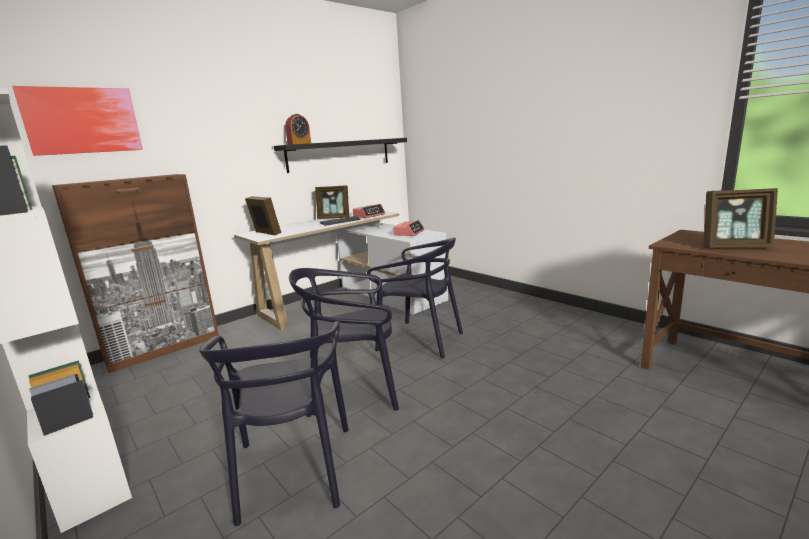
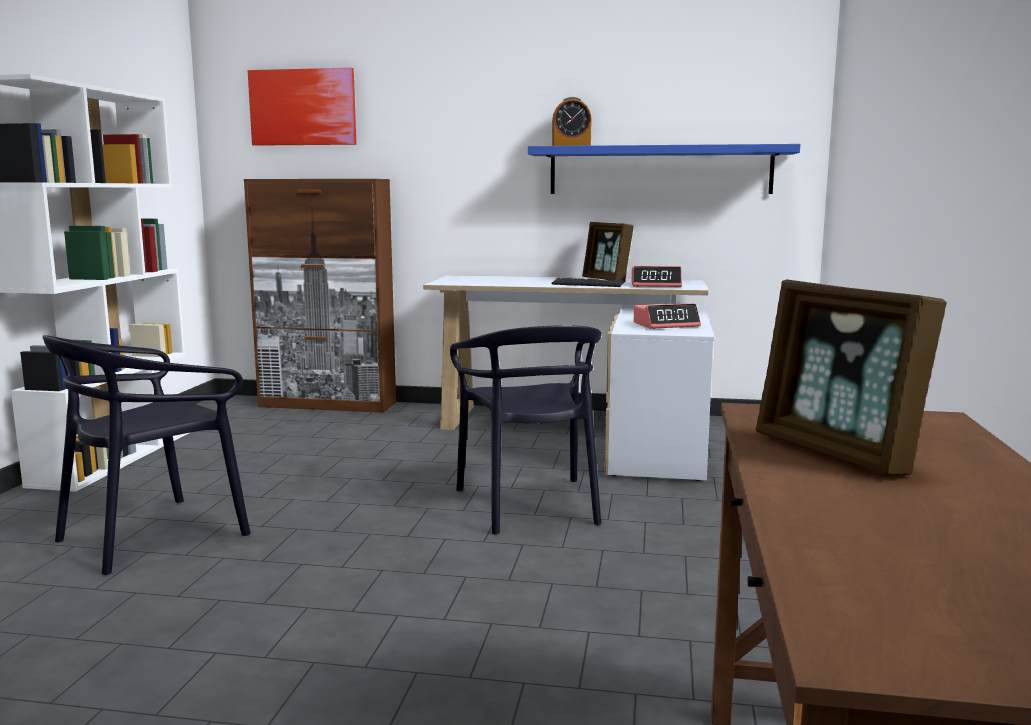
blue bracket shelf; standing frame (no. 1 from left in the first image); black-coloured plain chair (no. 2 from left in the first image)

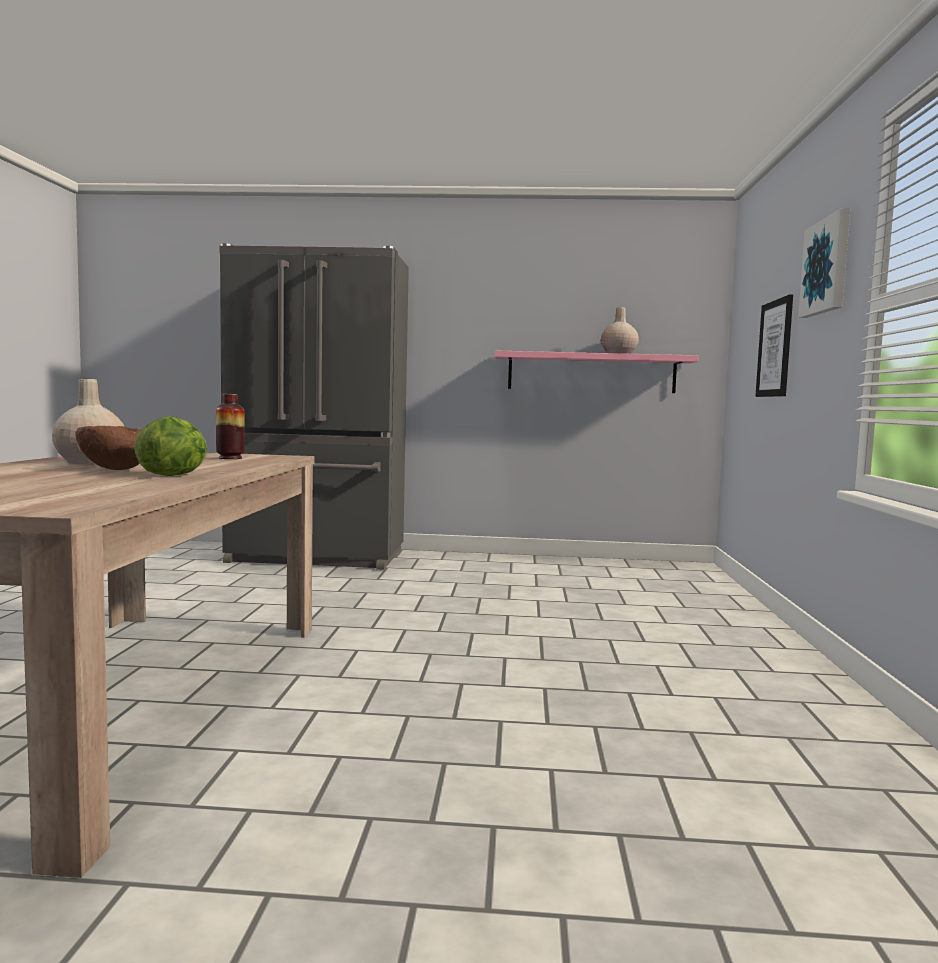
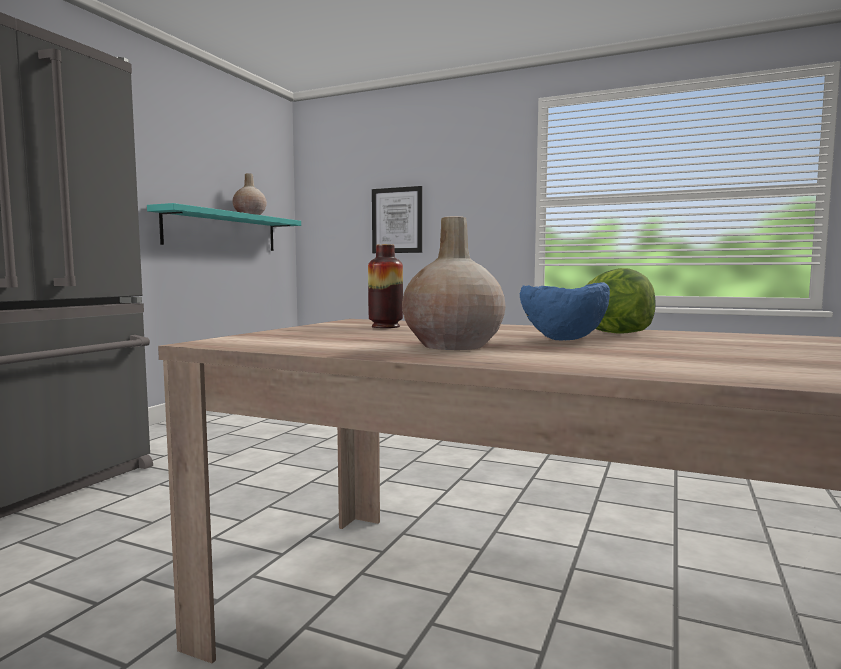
picture (no. 2 from left in the first image); blue-green bracket shelf; blue serving bowl

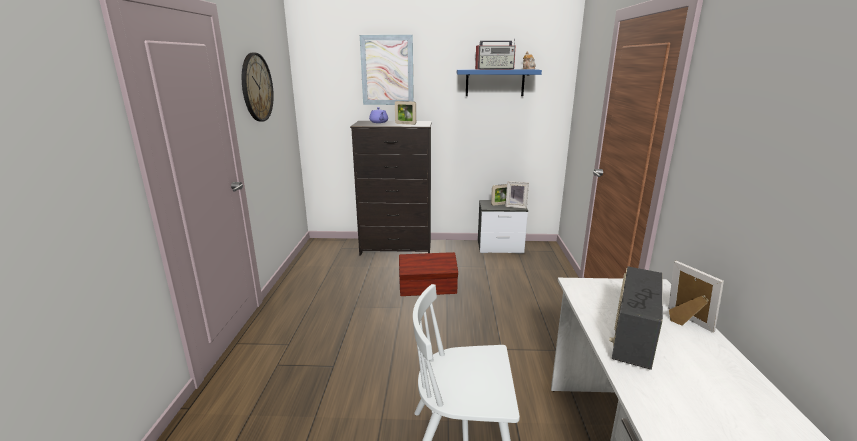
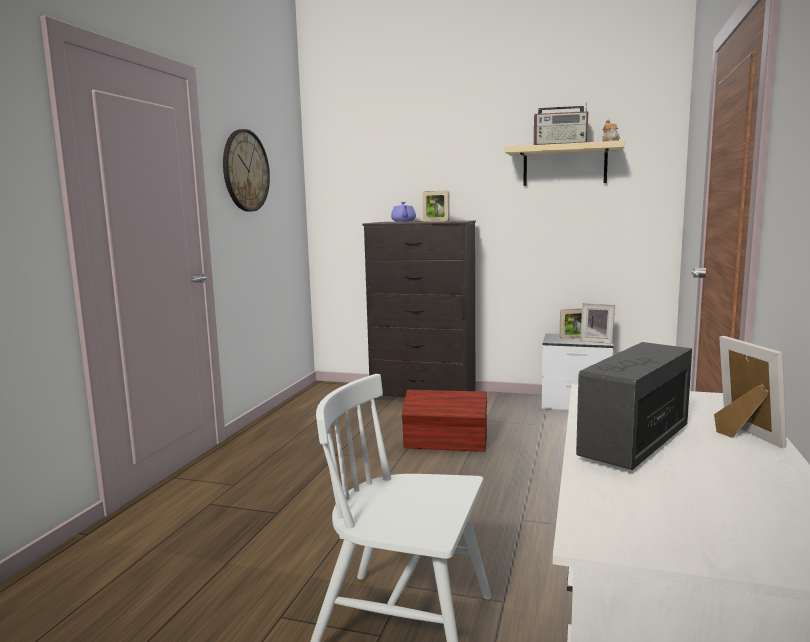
picture; sand-coloured bracket shelf

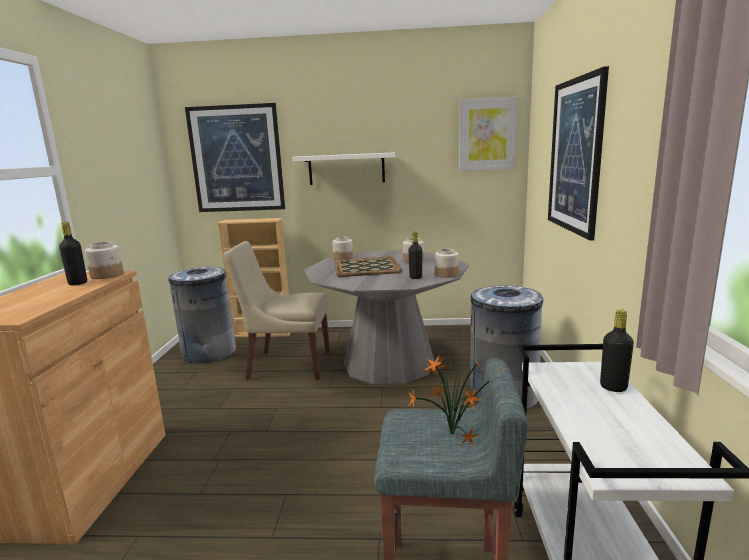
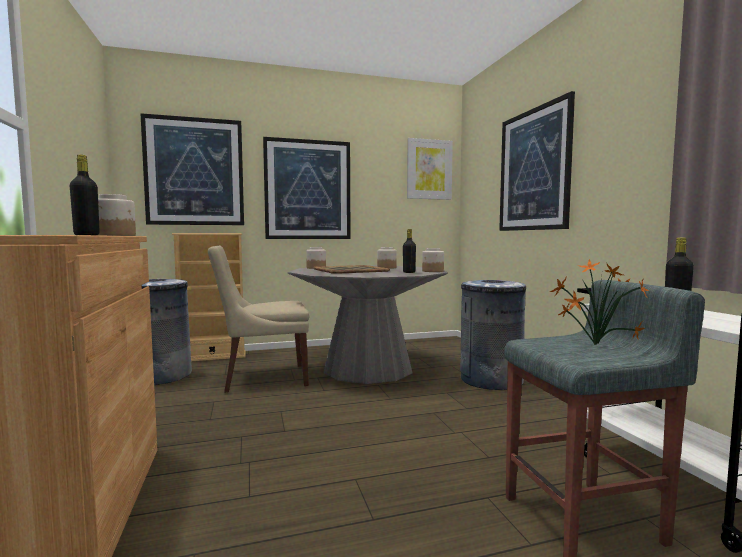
picture (no. 2 from left)

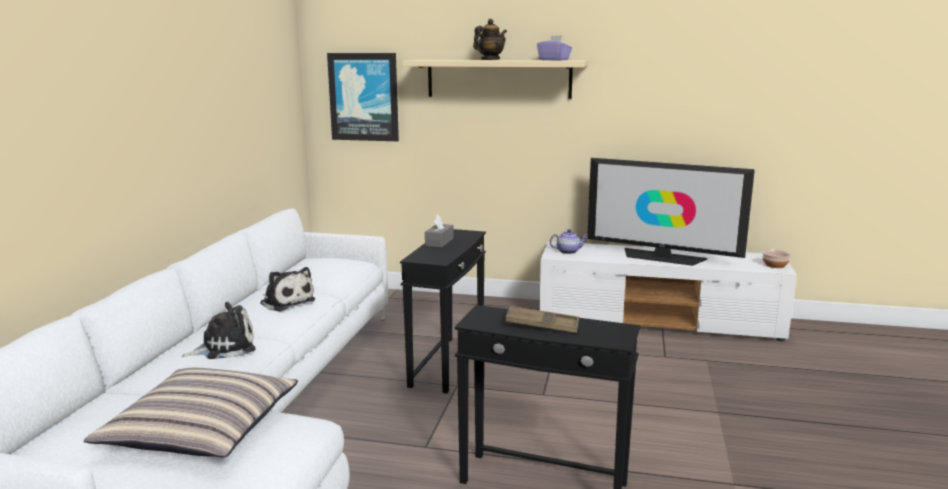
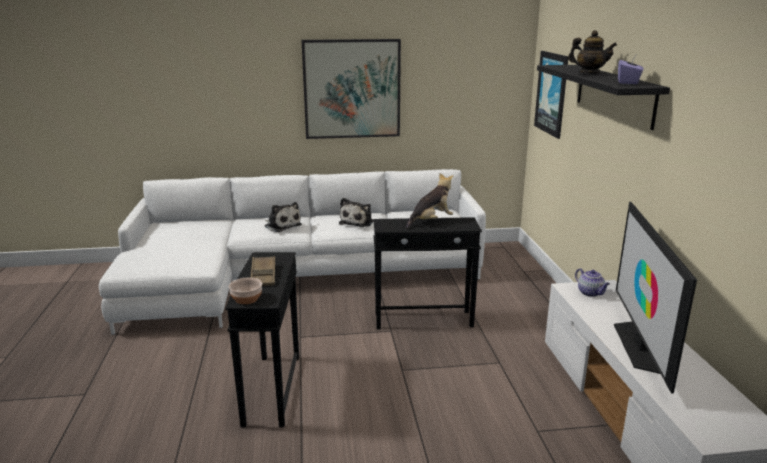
black-coloured bracket shelf; soft toy (no. 3 from left); serving bowl; cushion; picture (no. 1 from left)

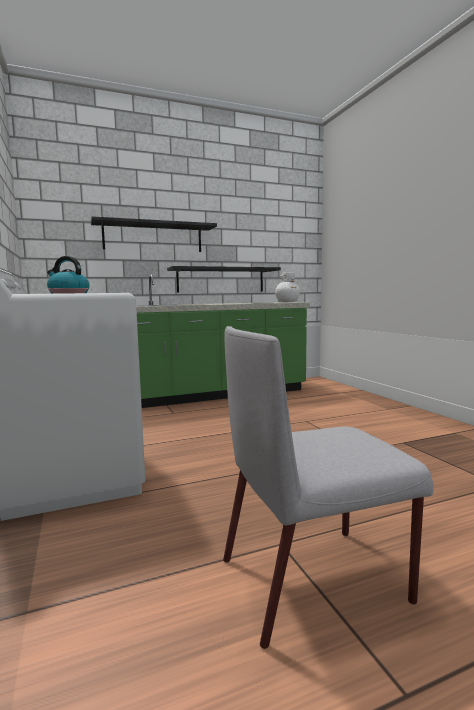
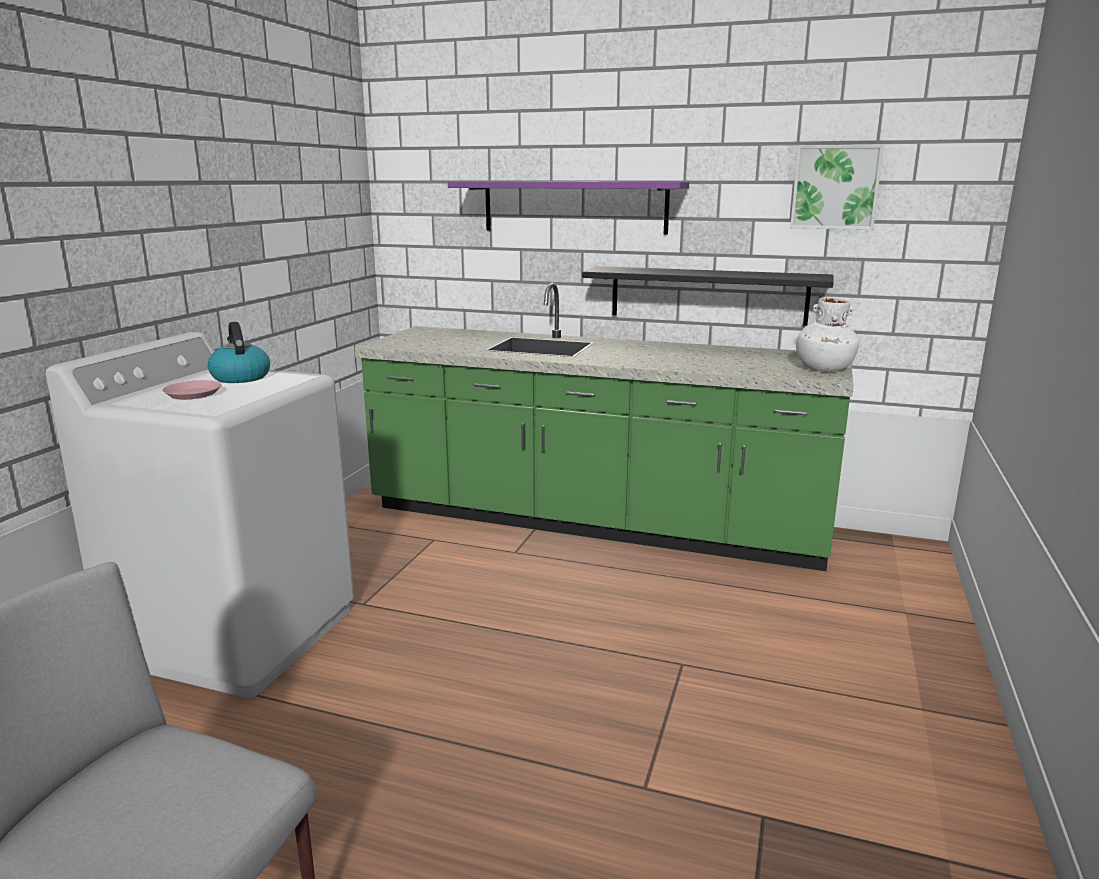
purple bracket shelf; picture

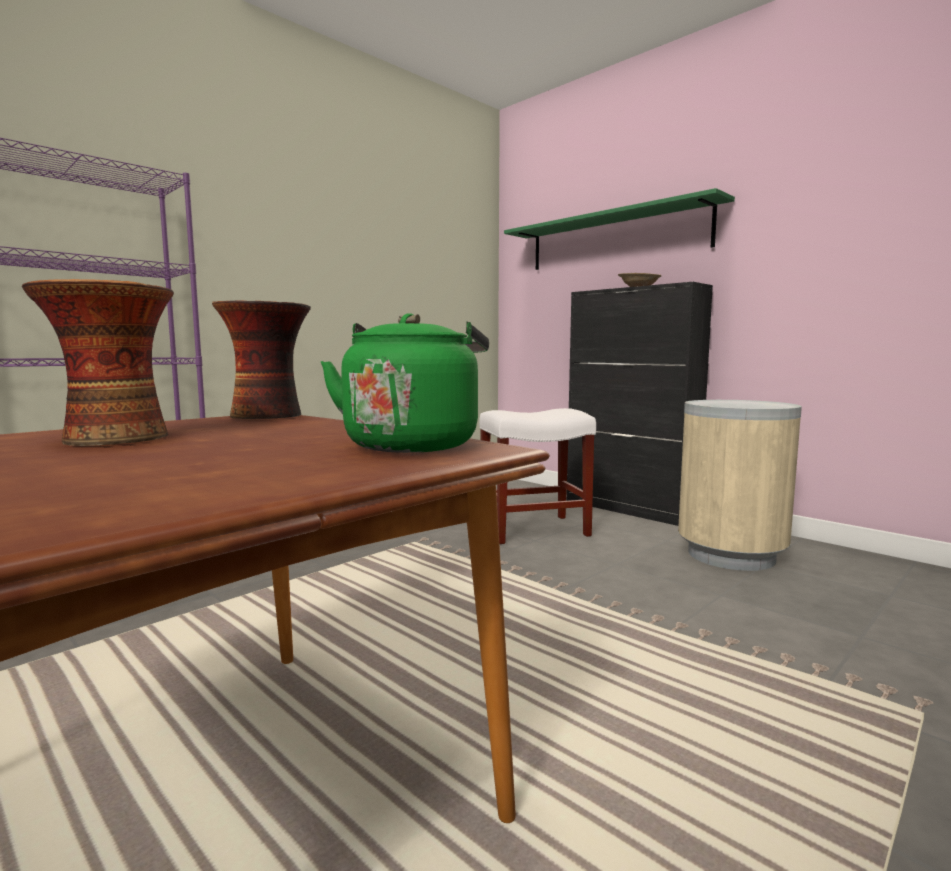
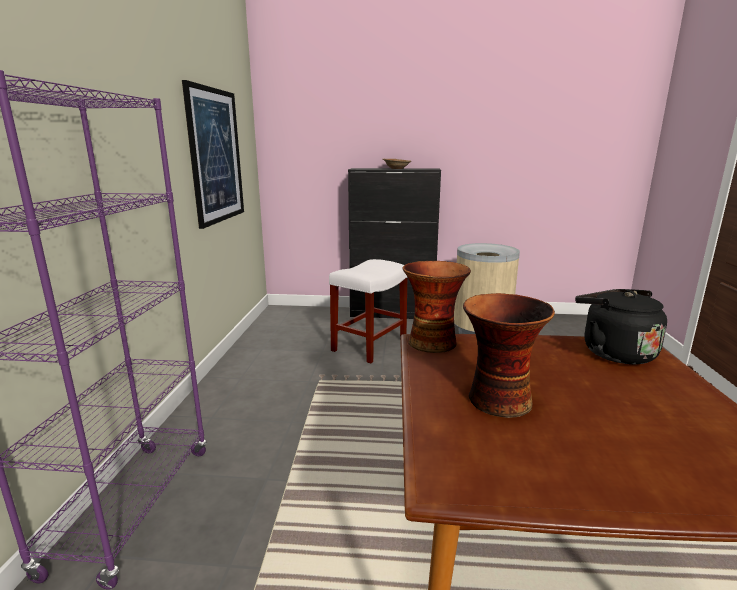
green bracket shelf; black-coloured tea kettle; picture

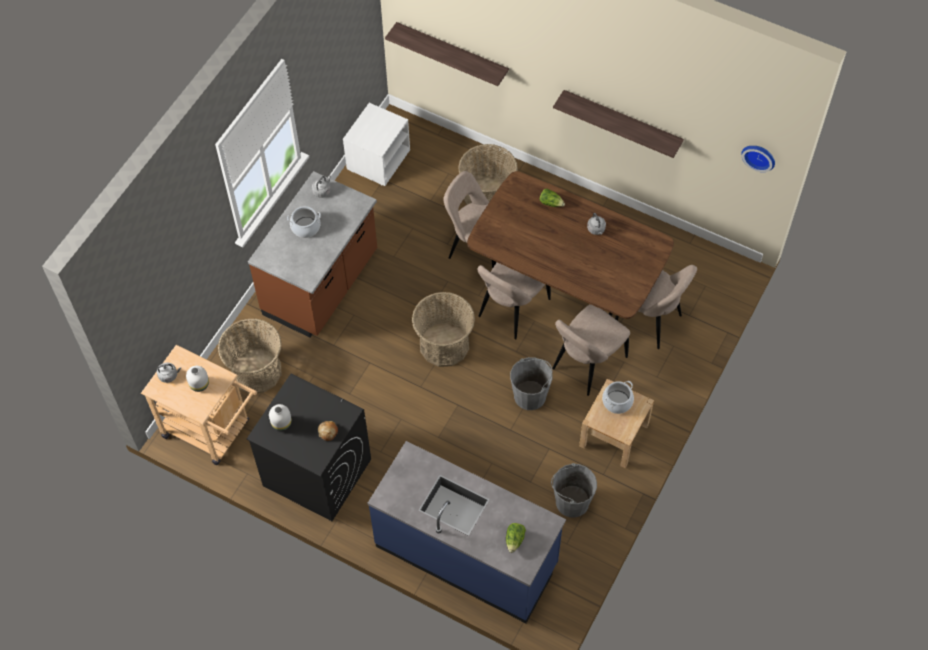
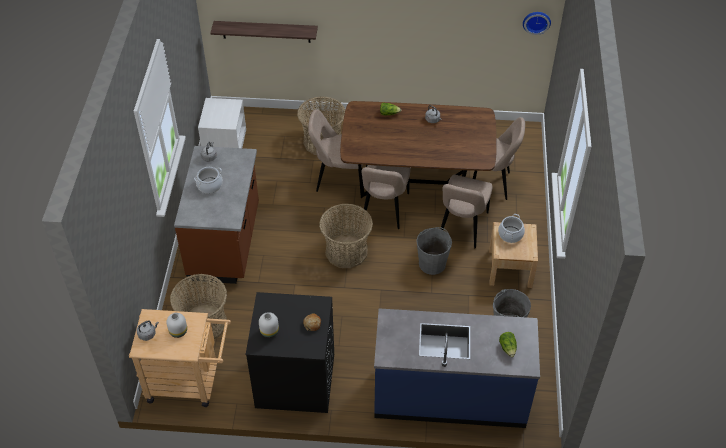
bracket shelf (no. 2 from left in the first image)

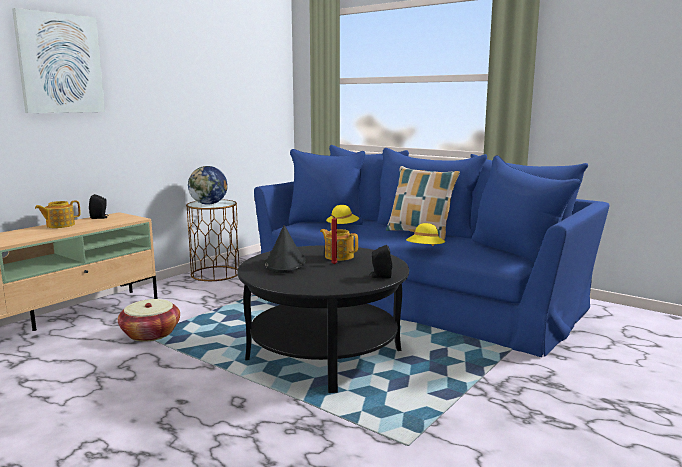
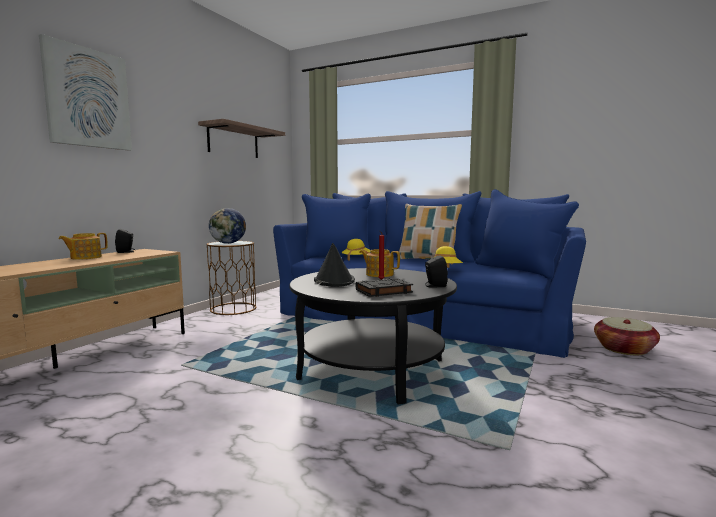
basket; bracket shelf; black-coloured volume

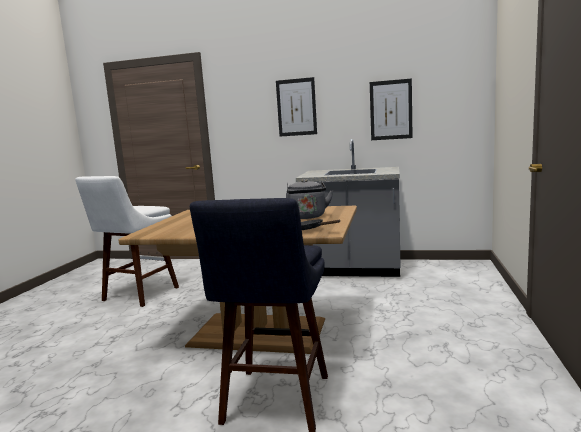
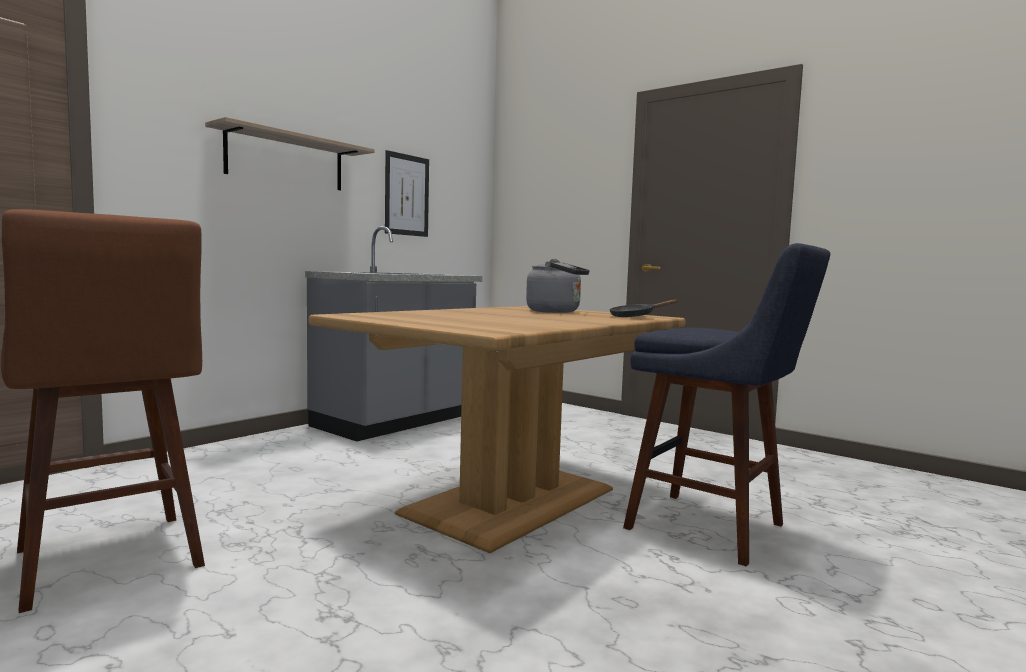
bracket shelf; brown-coloured stool seat

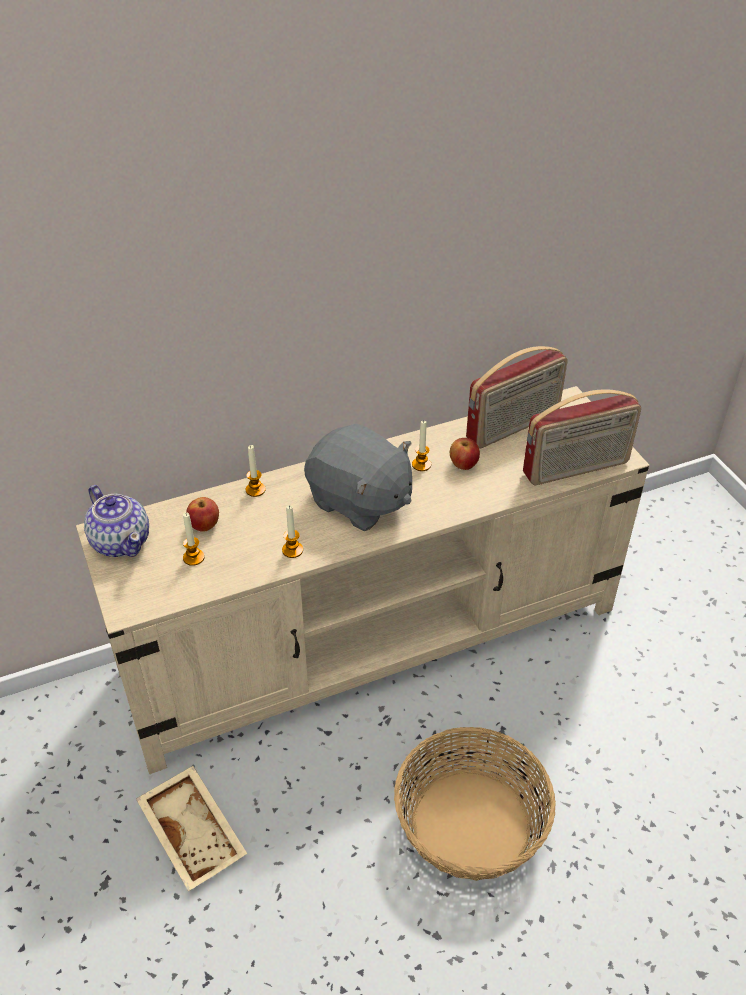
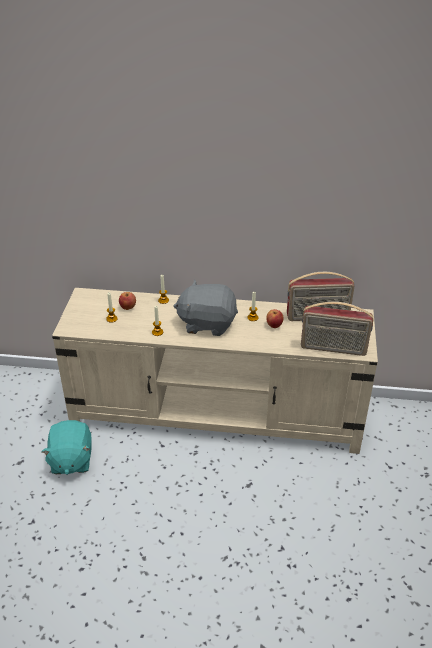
gray soft toy; tea pot; basket; blue-green soft toy

